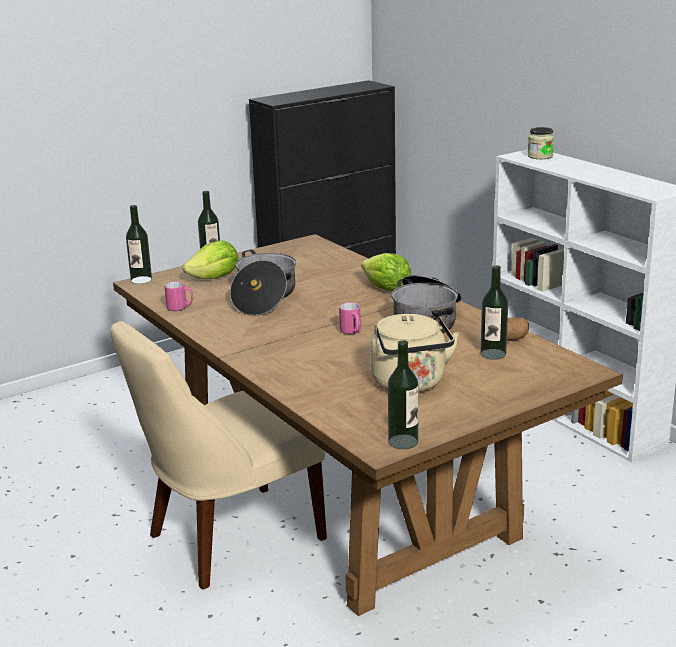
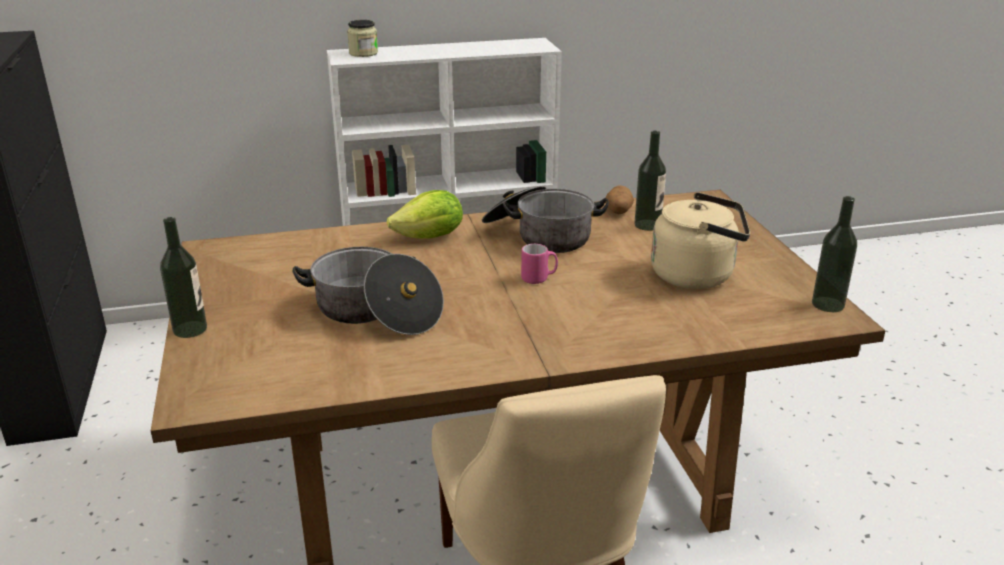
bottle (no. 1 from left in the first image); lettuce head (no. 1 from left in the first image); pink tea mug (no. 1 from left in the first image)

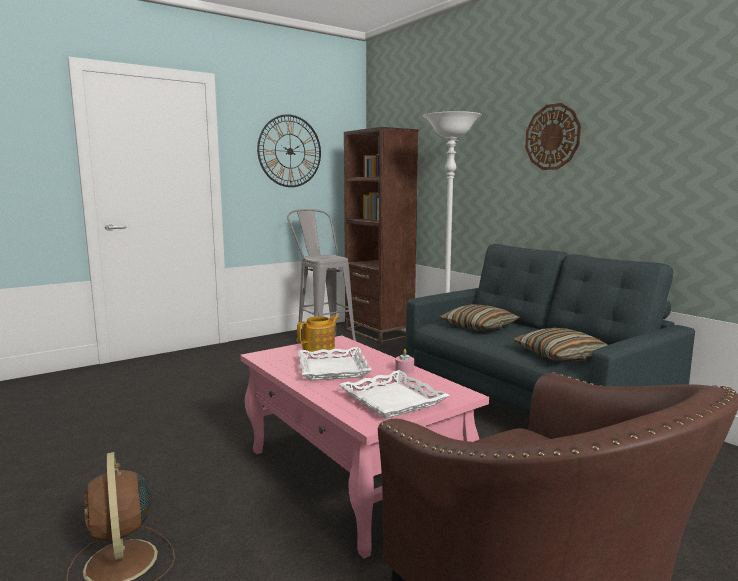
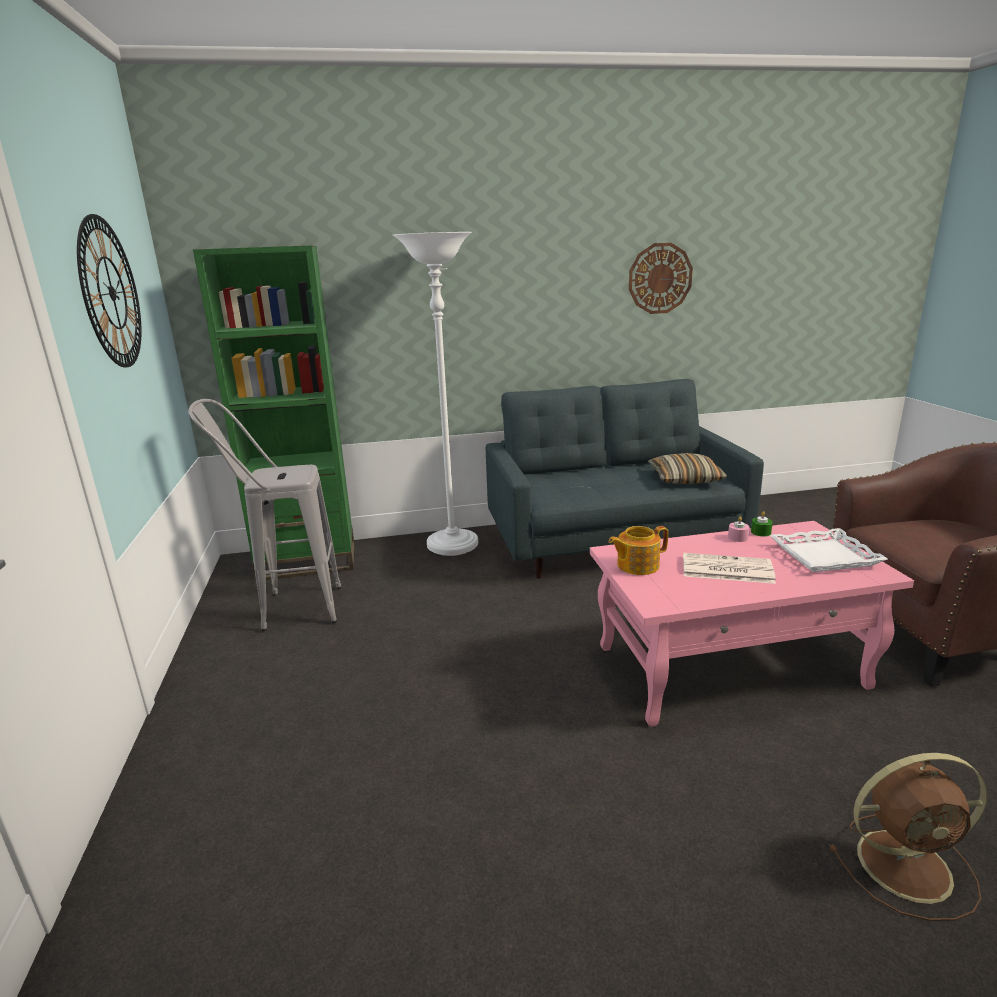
hanging clock (no. 2 from left); green bookcase; cushion (no. 1 from left in the first image); tea pot; daily paper; green wax light

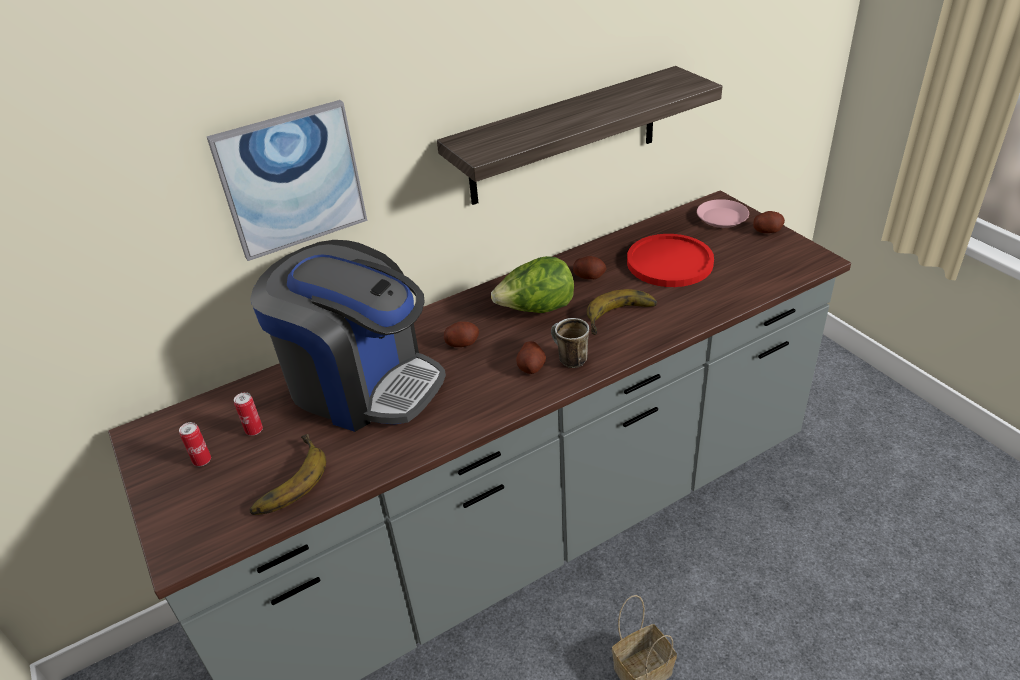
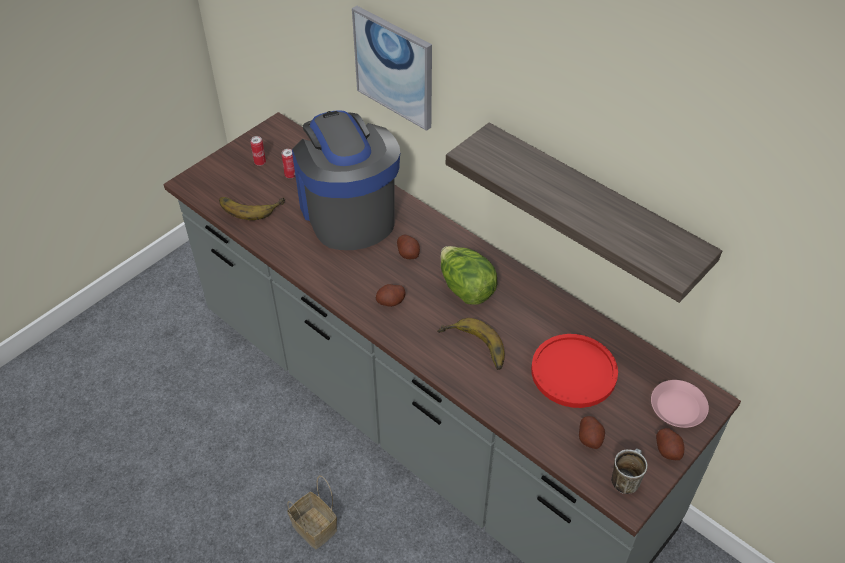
coffee maker; potato (no. 3 from left); tea mug

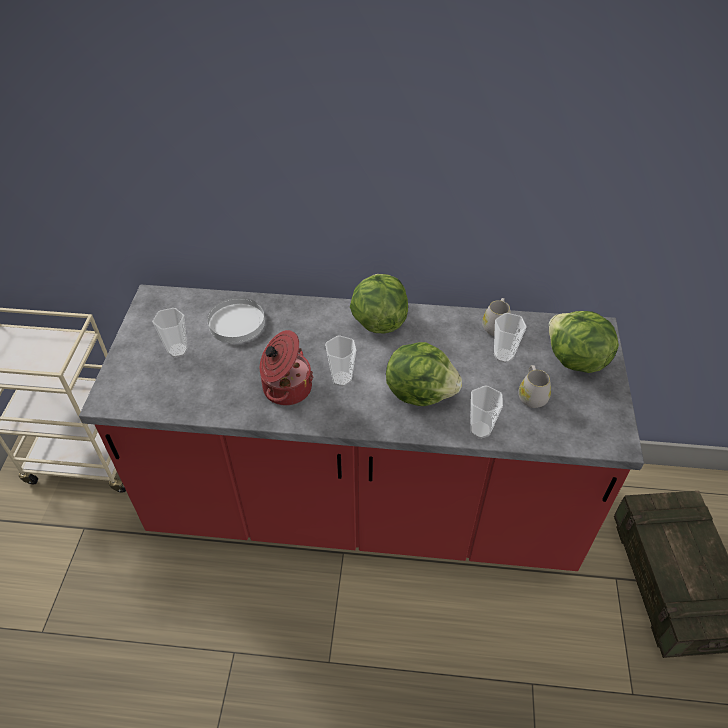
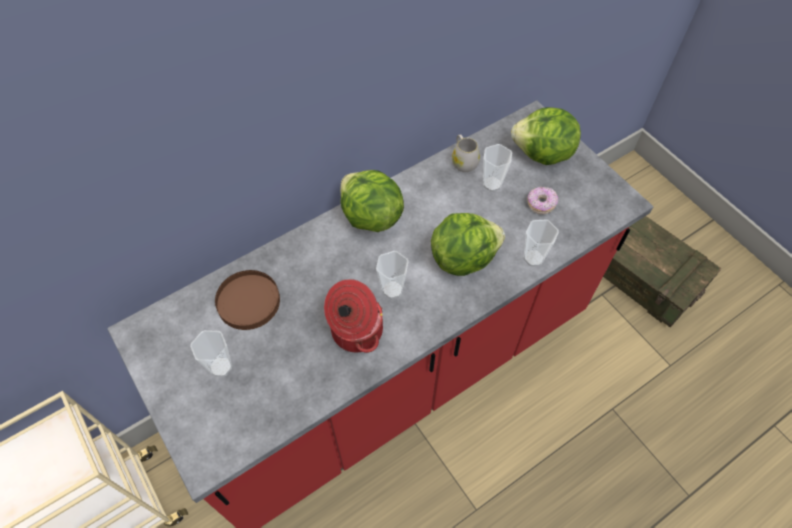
brown-coloured dinner plate; doughnut

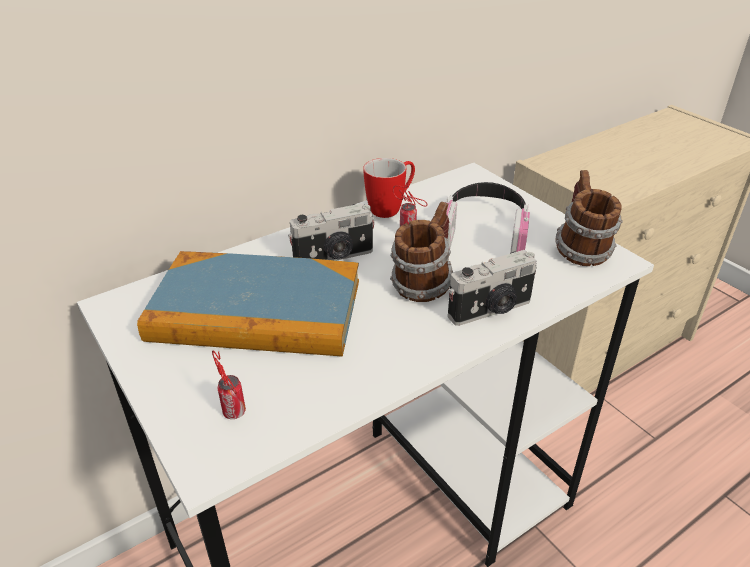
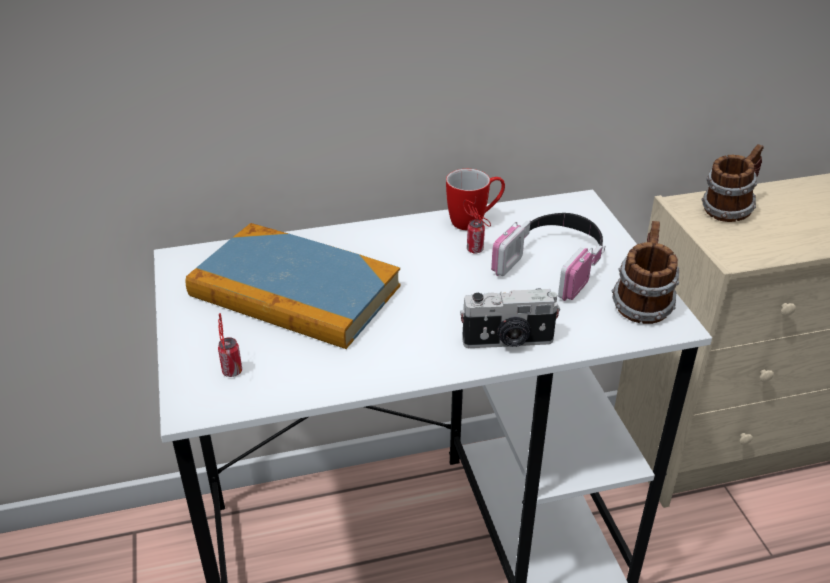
tea mug (no. 3 from left); still camera (no. 1 from left in the first image)

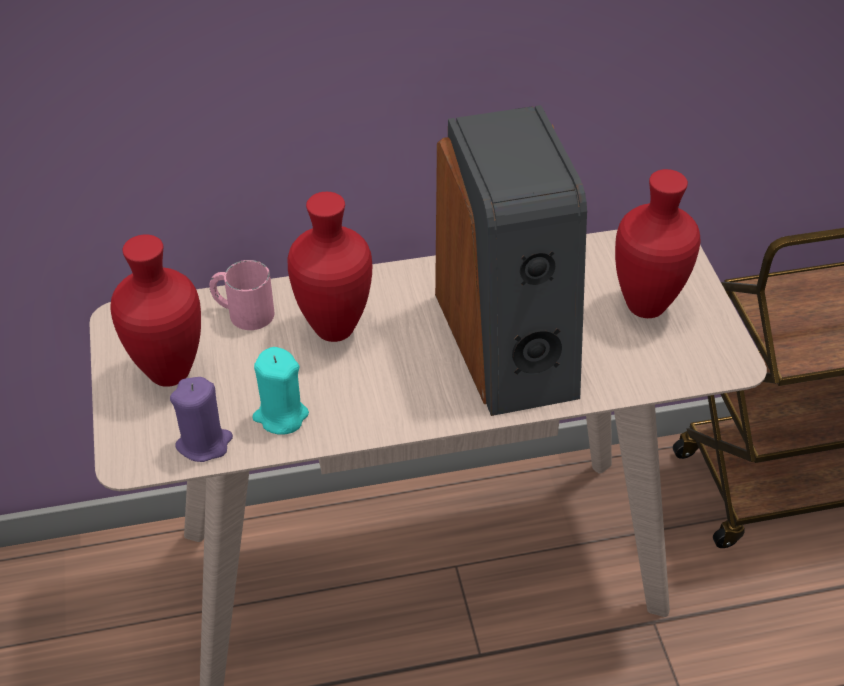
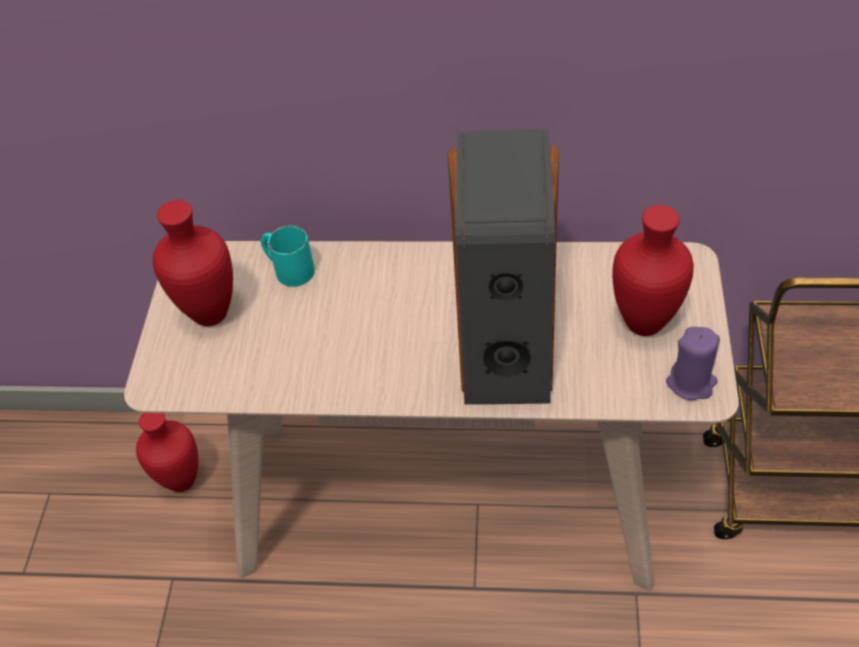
reddish decorative vase (no. 1 from left); blue-green tea mug; blue-green wax light; purple wax light

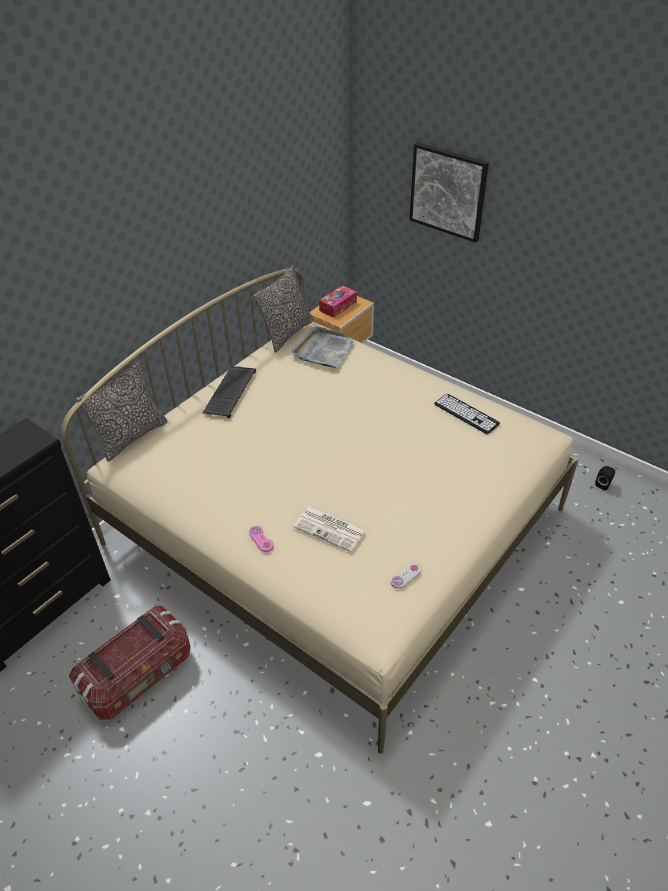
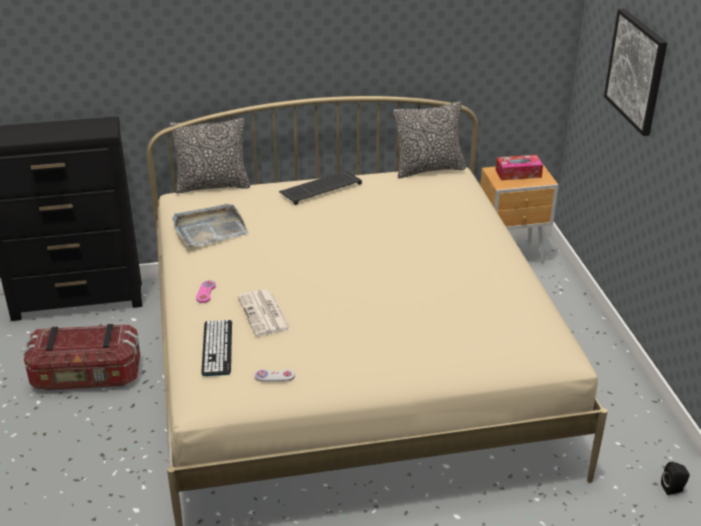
gray tray; PC keyboard (no. 1 from left)

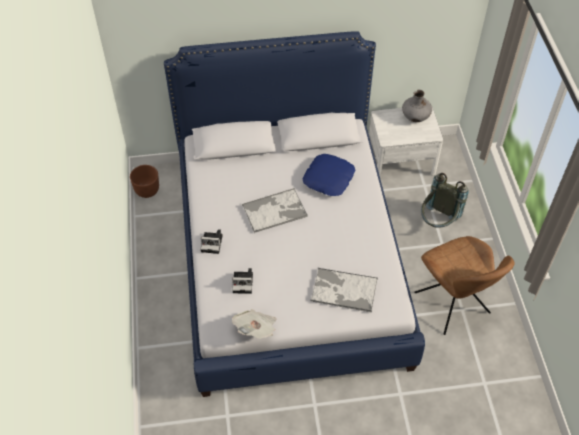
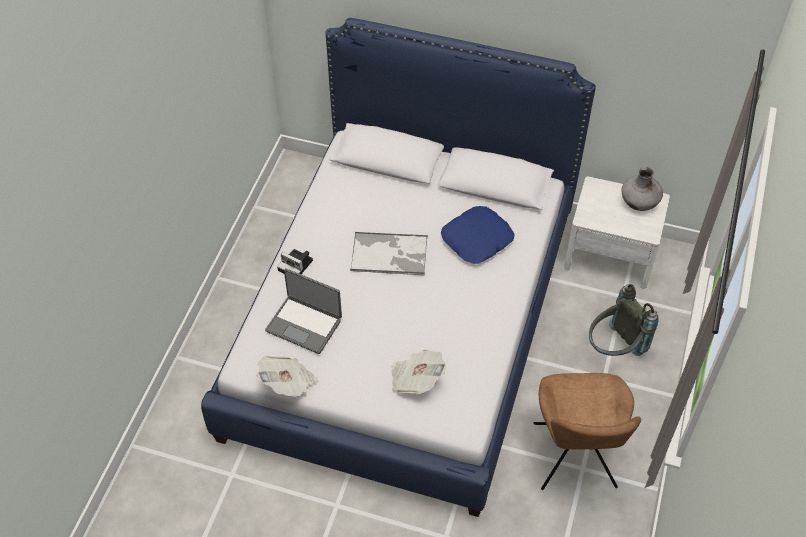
brown-coloured flower pot; laptop; daily paper (no. 2 from left)

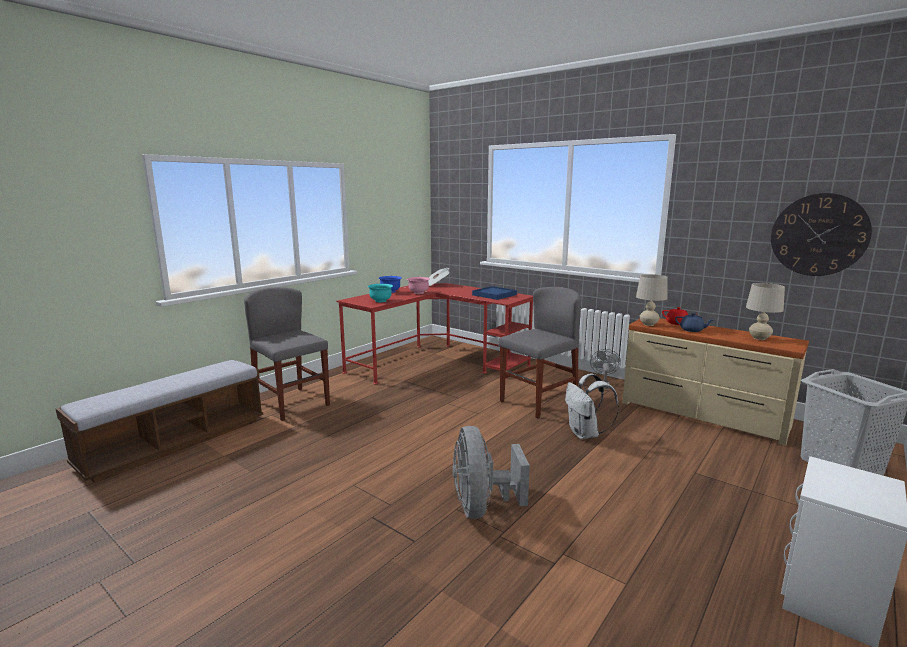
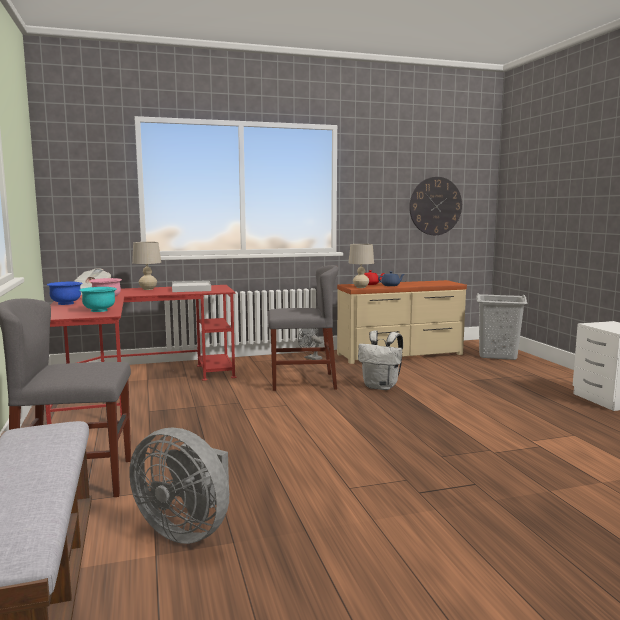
sand-coloured table lamp (no. 1 from left); white-coloured tray; gray plain chair (no. 2 from left); gray fan (no. 1 from left)

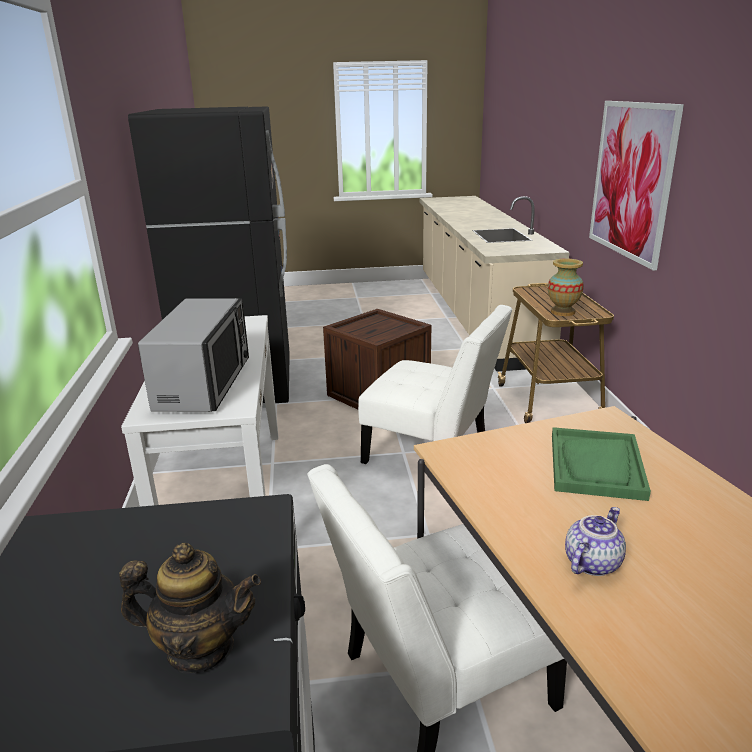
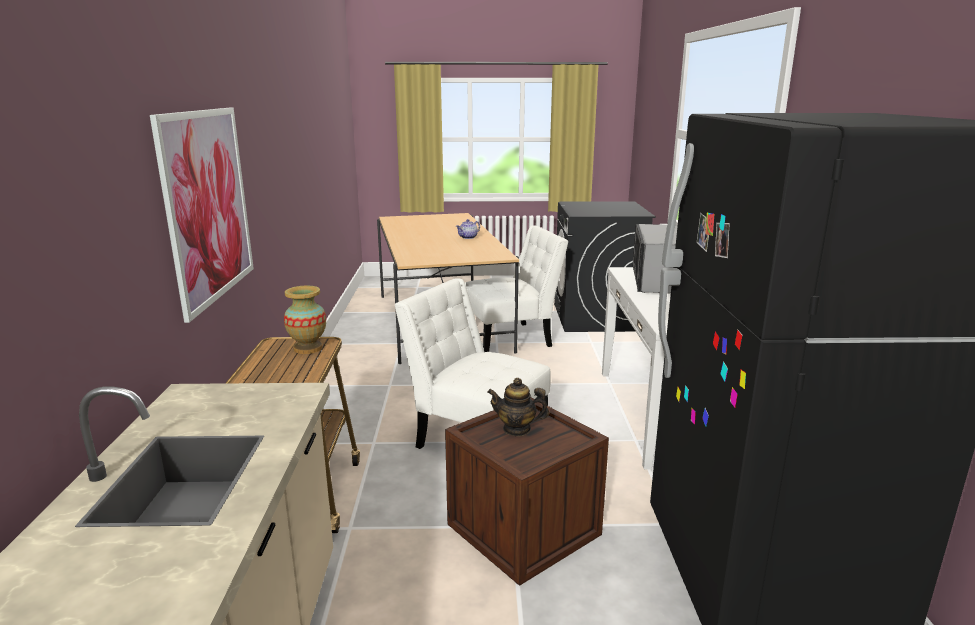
green tray; tea pot (no. 2 from left)

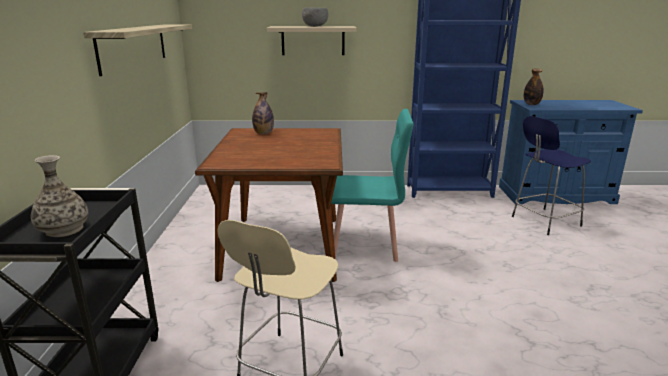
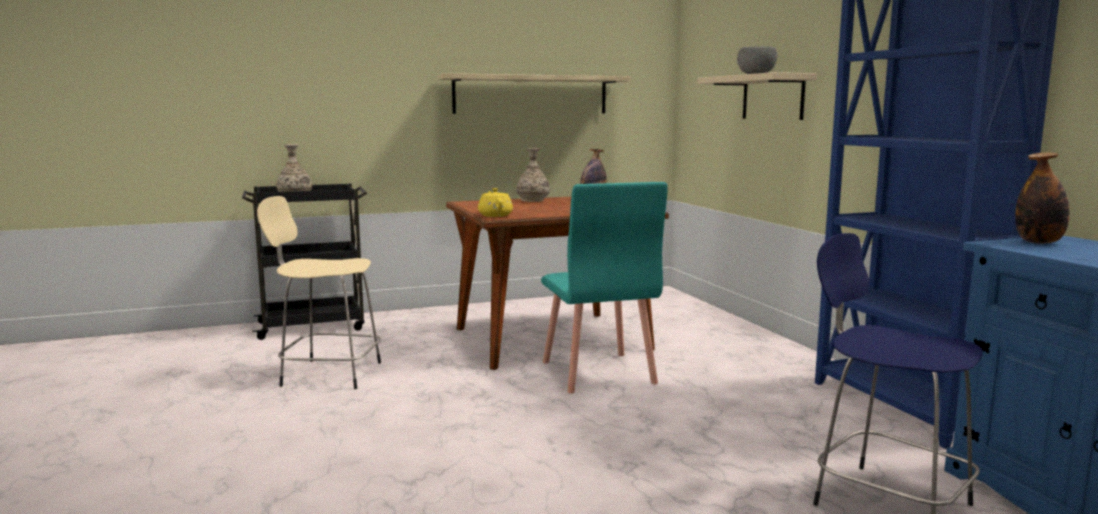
decorative vase (no. 2 from left); yellow-coloured tea pot

